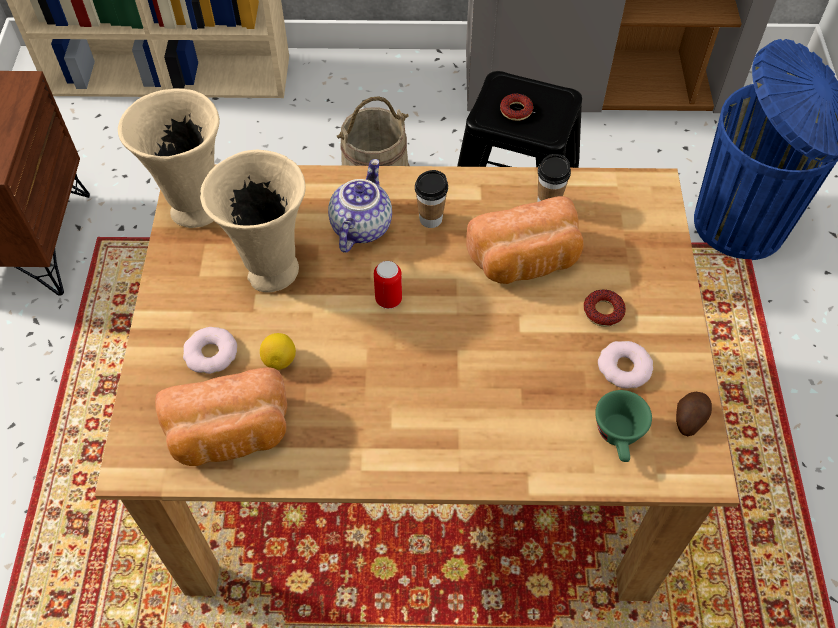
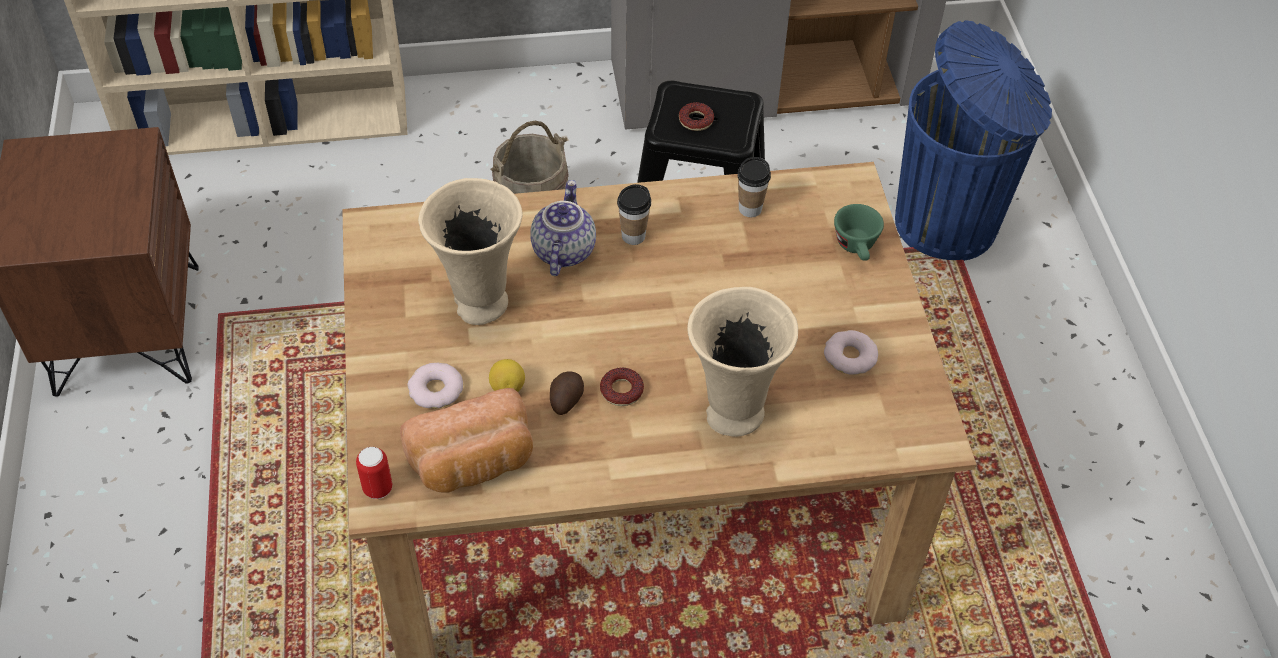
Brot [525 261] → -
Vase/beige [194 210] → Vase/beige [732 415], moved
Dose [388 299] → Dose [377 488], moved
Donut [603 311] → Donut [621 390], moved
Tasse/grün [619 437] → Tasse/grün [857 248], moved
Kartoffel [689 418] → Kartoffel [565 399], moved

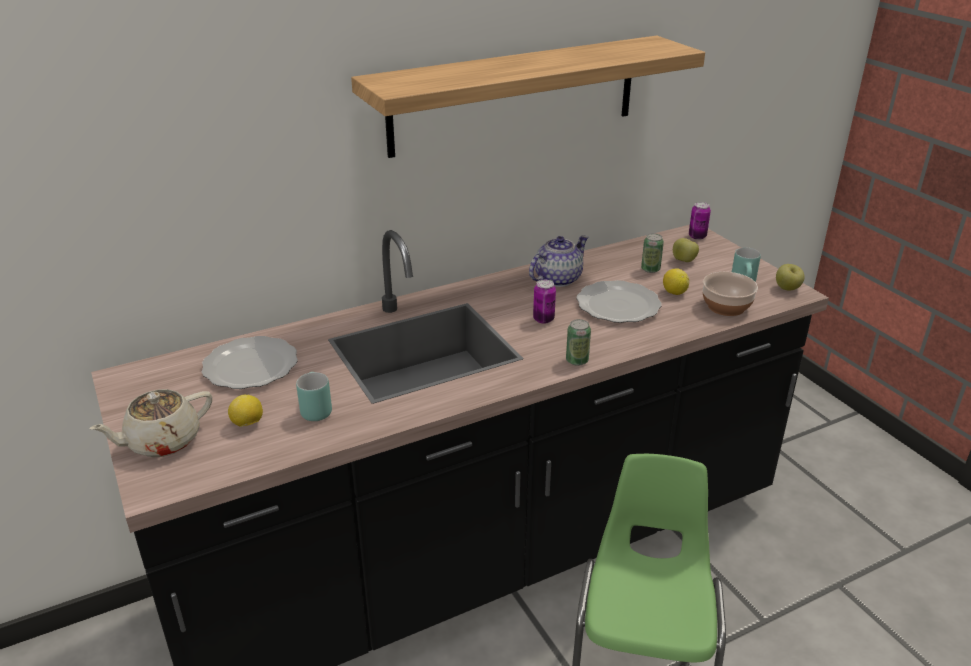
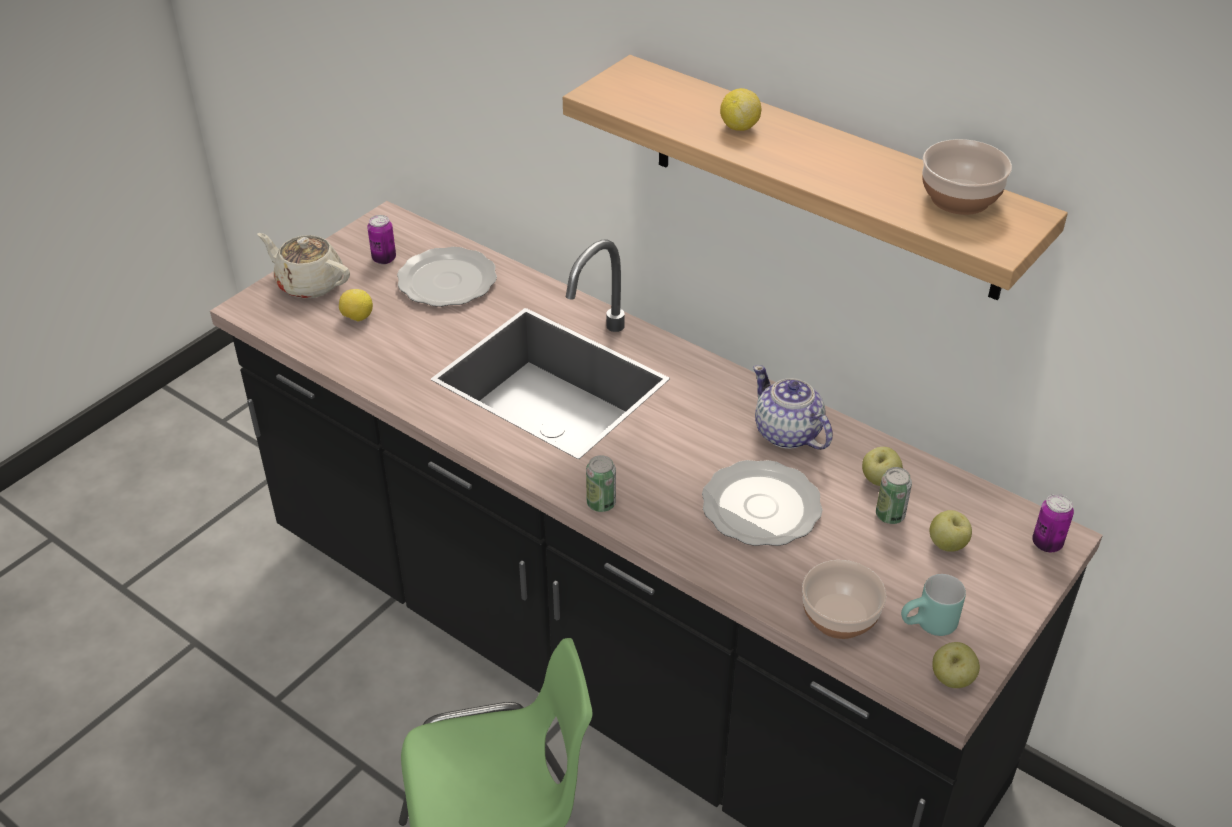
Henkelbecher/türkis [313 409] → -
- → Apfel [879 480]
- → Schüssel [960 197]
Dose [543 319] → Dose [384 259], moved
Zitrone [674 292] → Zitrone [739 127], moved
Teekanne [557 279] → Teekanne [787 434], 150 degrees counterclockwise

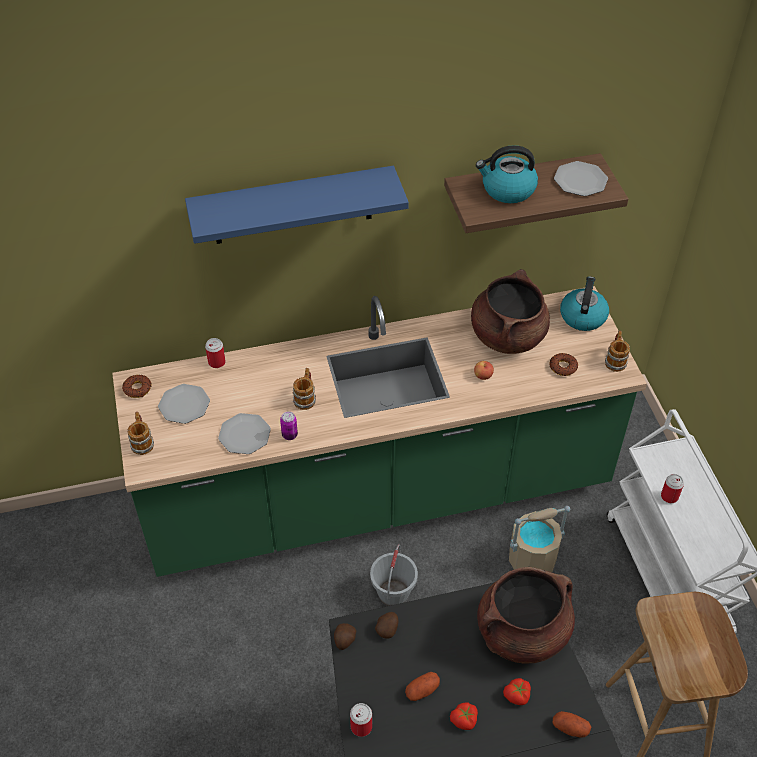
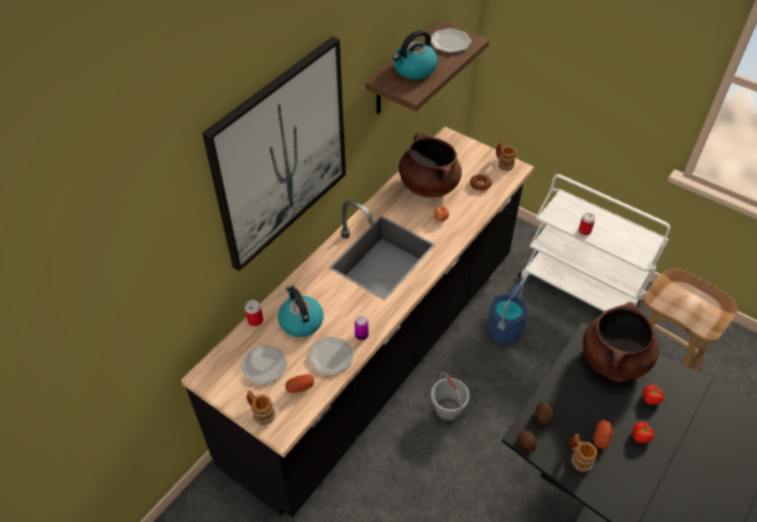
Donut [137 388] → -
Dose [361 726] → -
Henkelbecher [305 397] → Henkelbecher [578 458], moved
Kartoffel [570 728] → Kartoffel [300 387], moved
Wasserkessel [582 316] → Wasserkessel [301 321], moved
Wandregal/blau [292 206] → Bild [281 155]
Küchenzeile/grün [378 495] → Küchenzeile/schwarz [378 356]
Eimer/beige [531 559] → Eimer/blau [504 330]

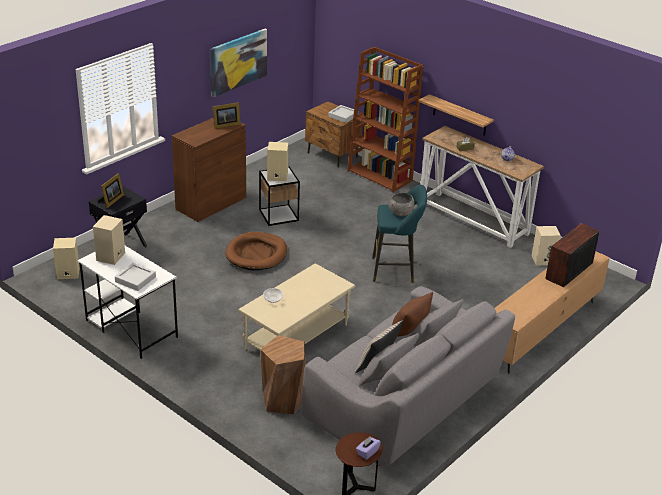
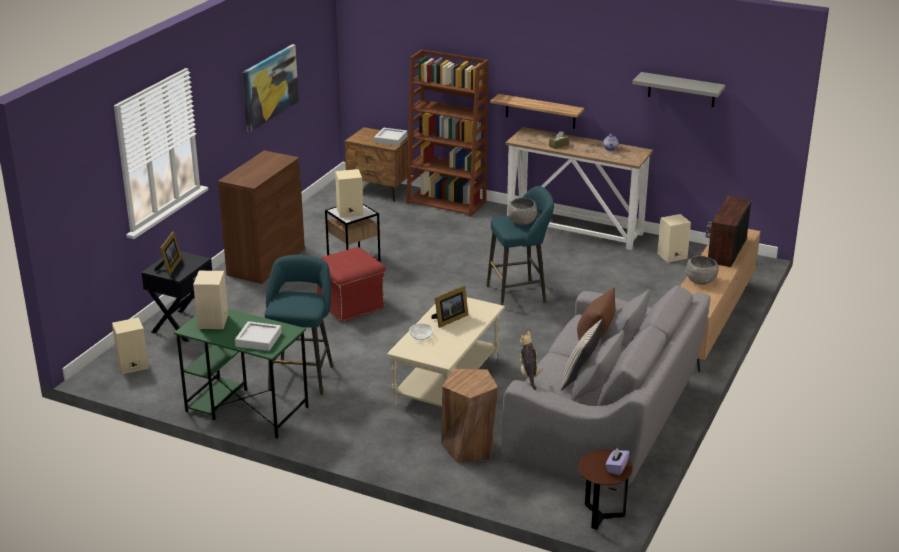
- → Hocker/türkis [302 376]
- → Plüschtier [529 375]
- → Wandregal/grau [681 89]
- → Schüssel/grau [701 281]
Bilderrahmen [225 125] → Bilderrahmen [449 319], moved
Hundebett/braun [256 254] → Polsterhocker/rot [351 305]
Schreibtisch/weiß [131 328] → Schreibtisch/grün [246 409]

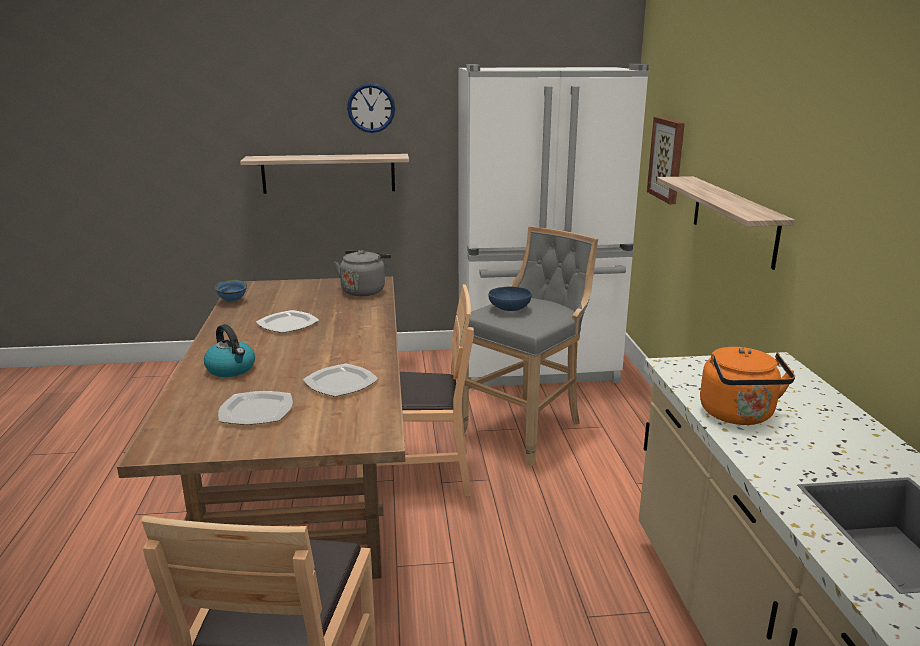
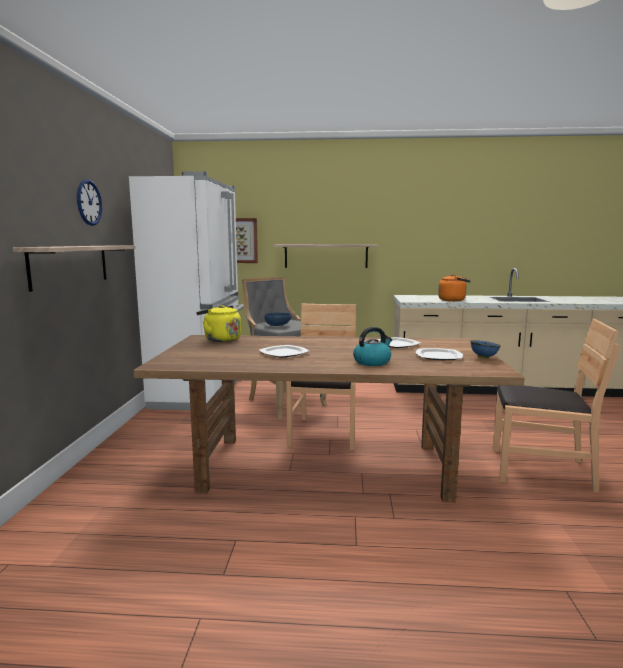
Schüssel/blau [233 301] → Schüssel/blau [483 358], moved
Wasserkessel/grau [364 290] → Wasserkessel/gelb [220 339]

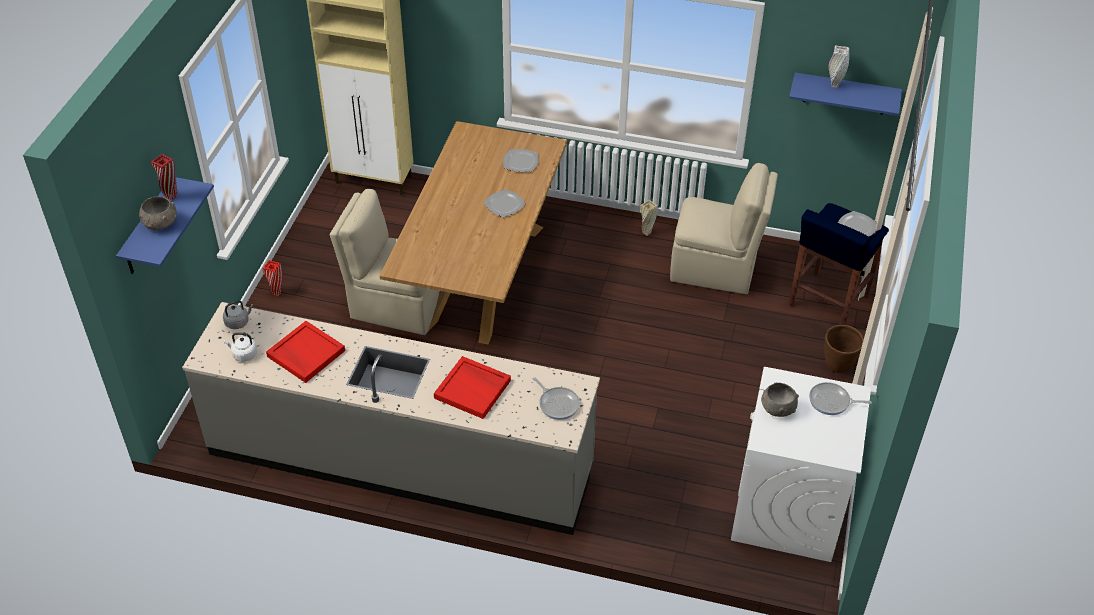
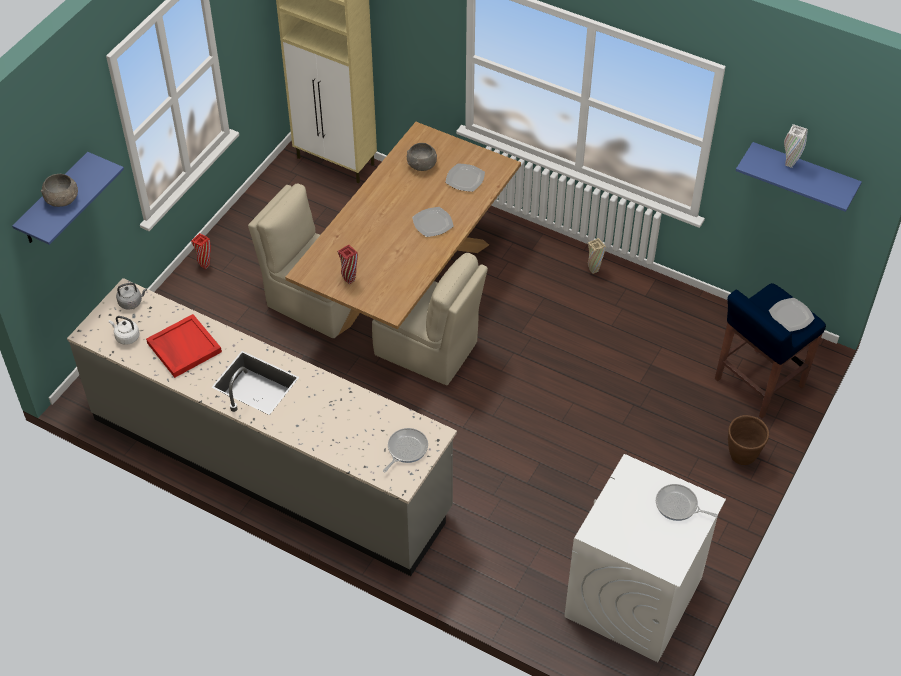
Tablett/rot [473 389] → -
Vase/rot [171 197] → Vase/rot [349 280], moved
Stuhl/beige [715 268] → Stuhl/beige [428 350], moved
Schüssel/grau [777 408] → Schüssel/grau [421 165], moved
Pfanne [557 404] → Pfanne [406 449], 120 degrees counterclockwise

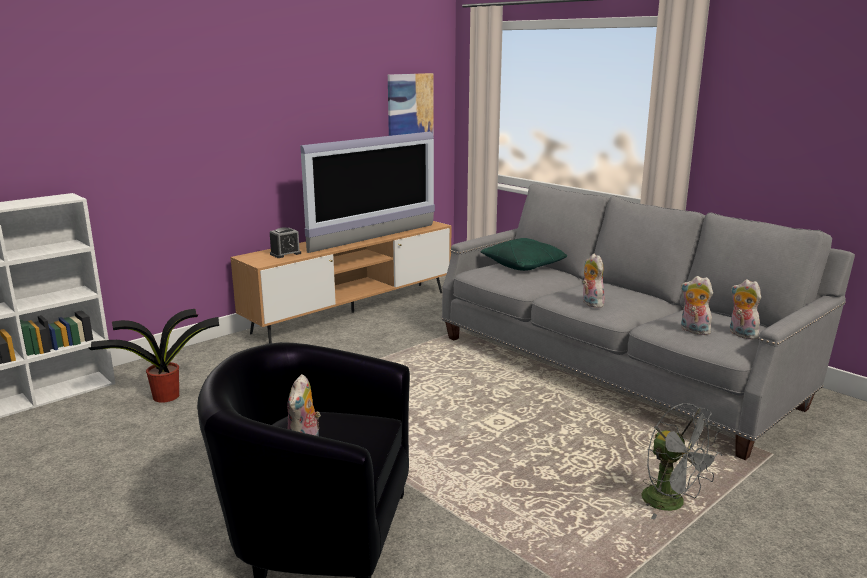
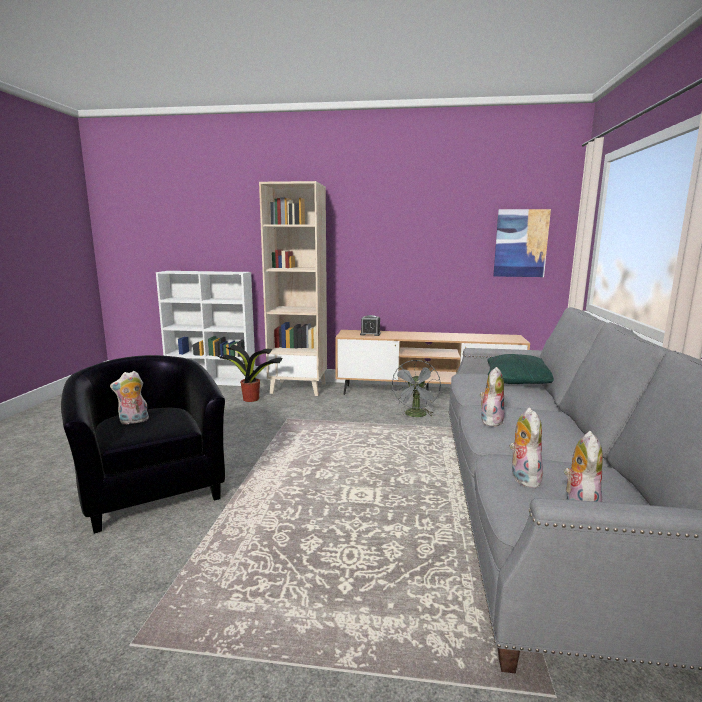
Fernseher [375 238] → -
- → Bücherregal/beige [299 388]
Ventilator/grau [672 503] → Ventilator/grau [416 415], moved

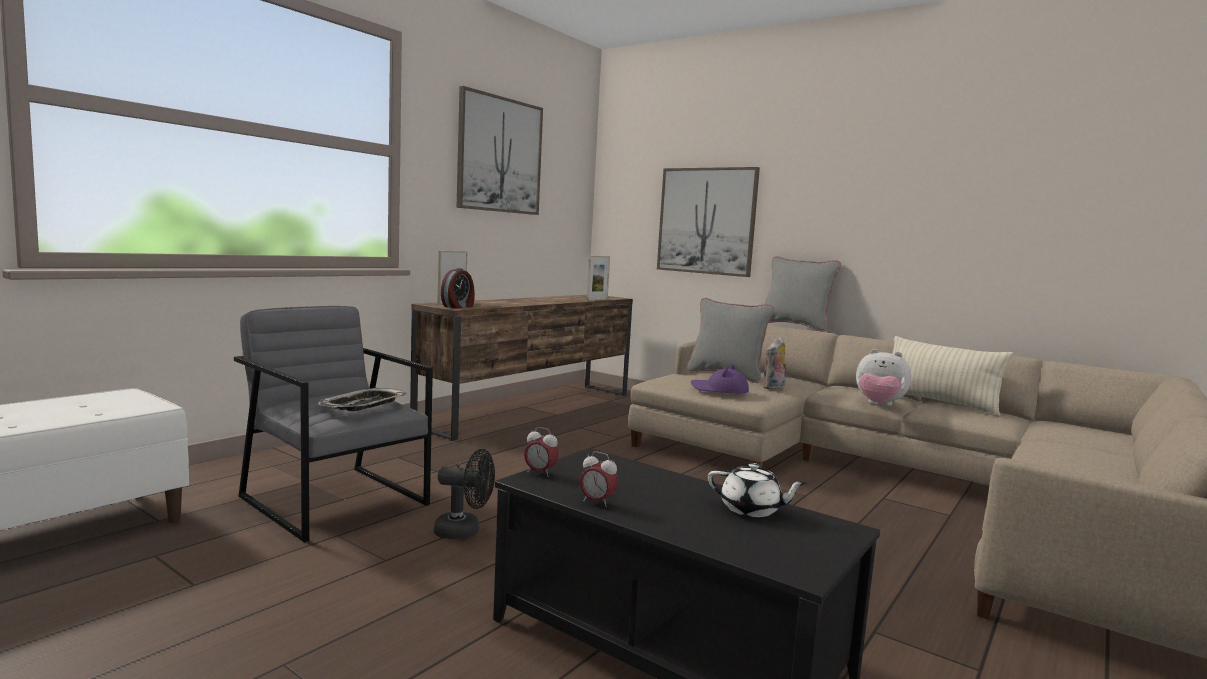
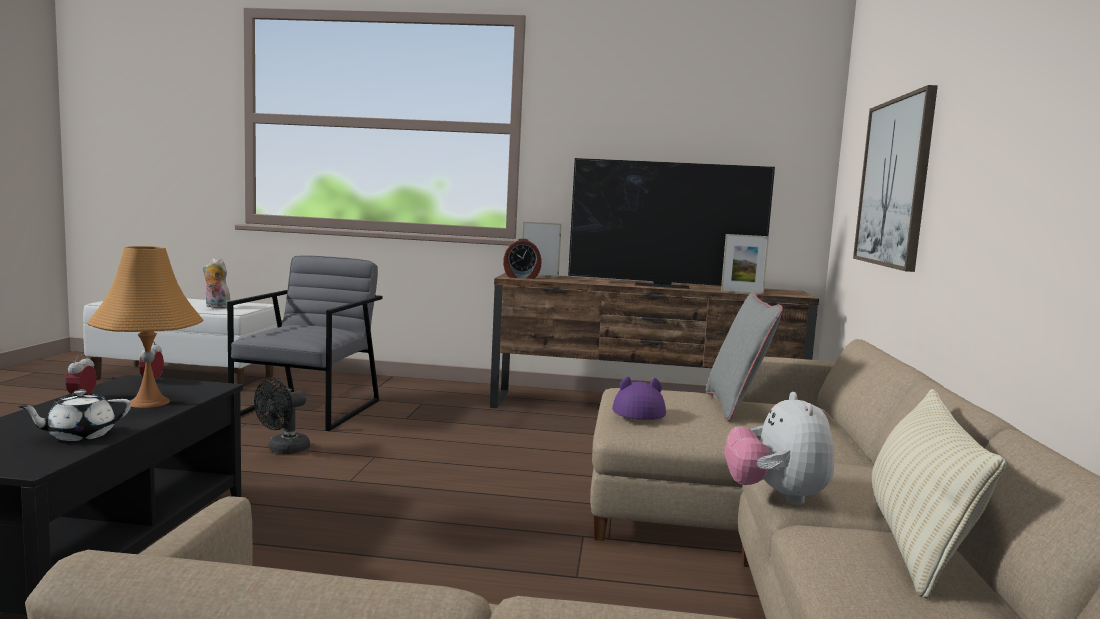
Tablett [364 405] → -
Bild [500 155] → -
Kissen/grau [795 326] → -
- → Tischlampe/orange [149 402]
- → Fernseher [663 285]
Plüschtier [774 388] → Plüschtier [216 307], moved
Ventilator/schwarz [464 532] → Ventilator/schwarz [283 450], 60 degrees clockwise
Teekanne/weiß [751 510] → Teekanne/weiß [79 435], 60 degrees clockwise

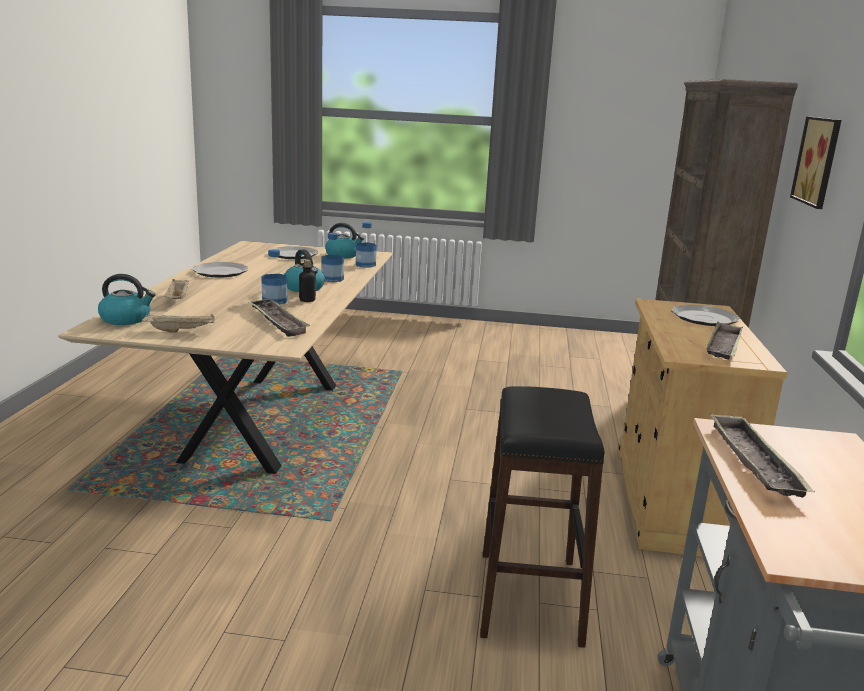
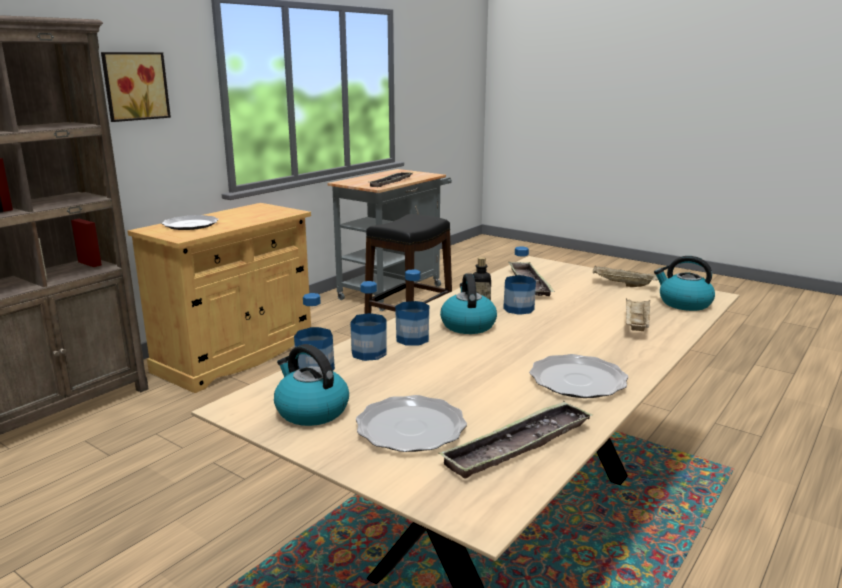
- → Flasche [369 353]
Tablett [723 346] → Tablett [518 446], moved

